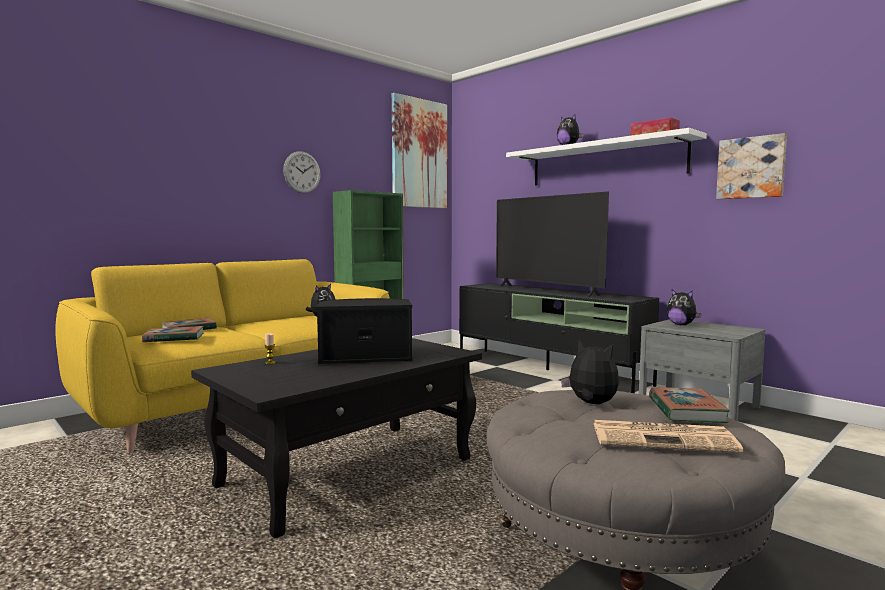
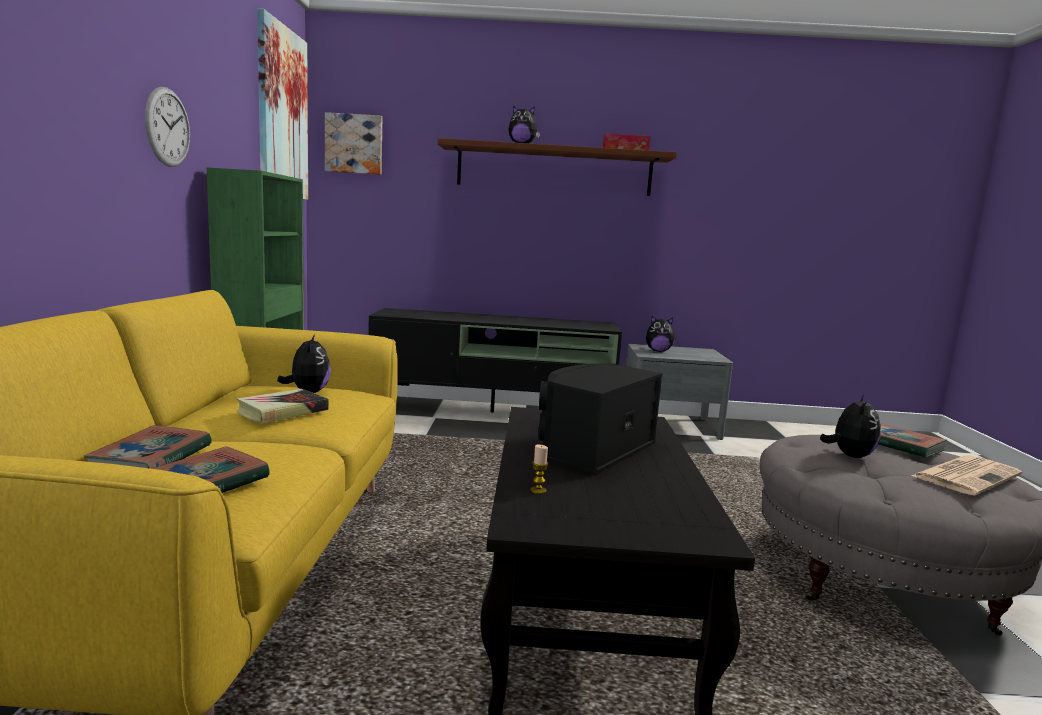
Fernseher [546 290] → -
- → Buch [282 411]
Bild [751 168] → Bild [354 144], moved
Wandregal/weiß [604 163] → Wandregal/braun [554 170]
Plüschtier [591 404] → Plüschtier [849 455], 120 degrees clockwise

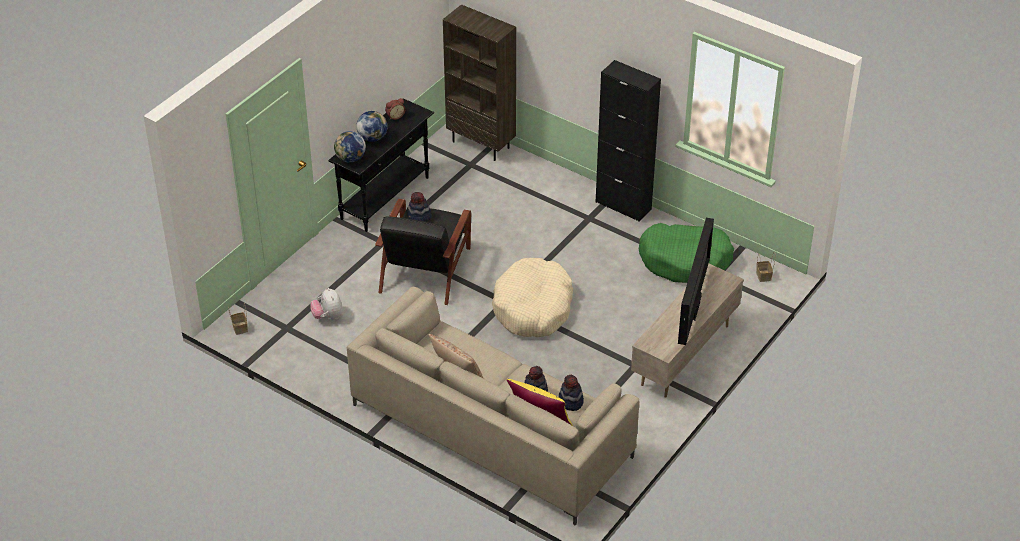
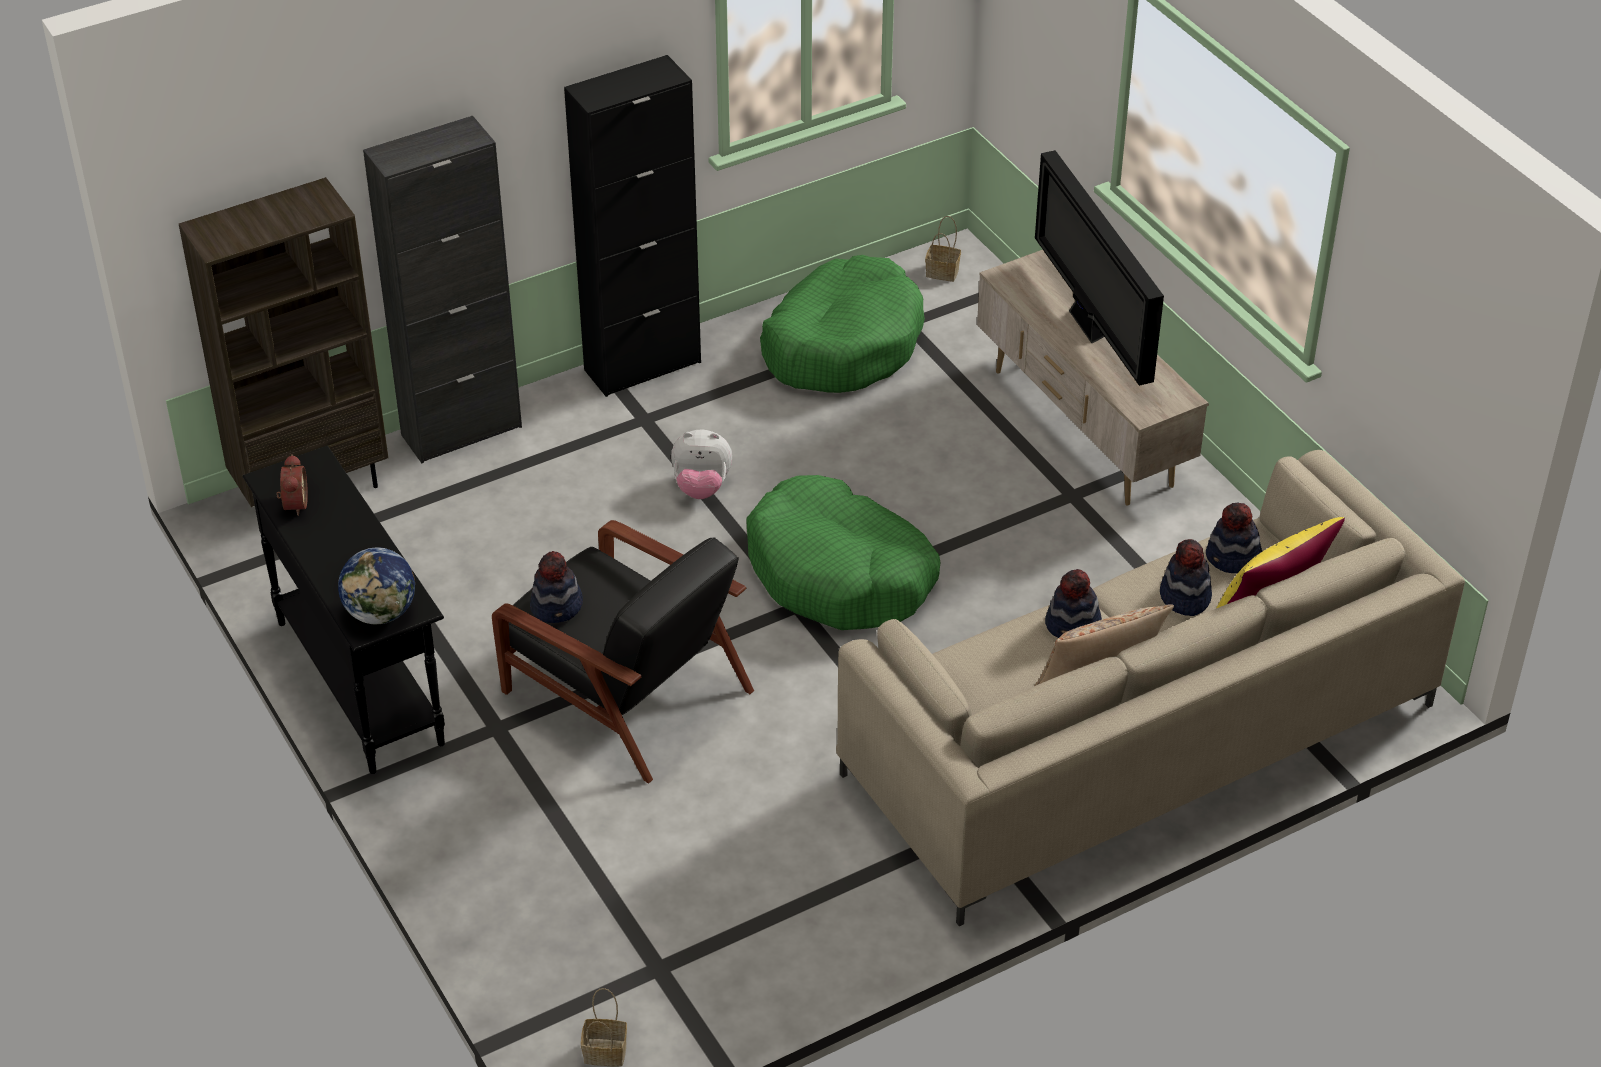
Globus [372 138] → -
- → Schrank/schwarz [461 431]
- → Hut [1073 625]
Plüschtier [328 316] → Plüschtier [701 487], moved
Hundebett/beige [533 308] → Hundebett/grün [840 574]
Fernseher [694 309] → Fernseher [1088 327], 150 degrees counterclockwise

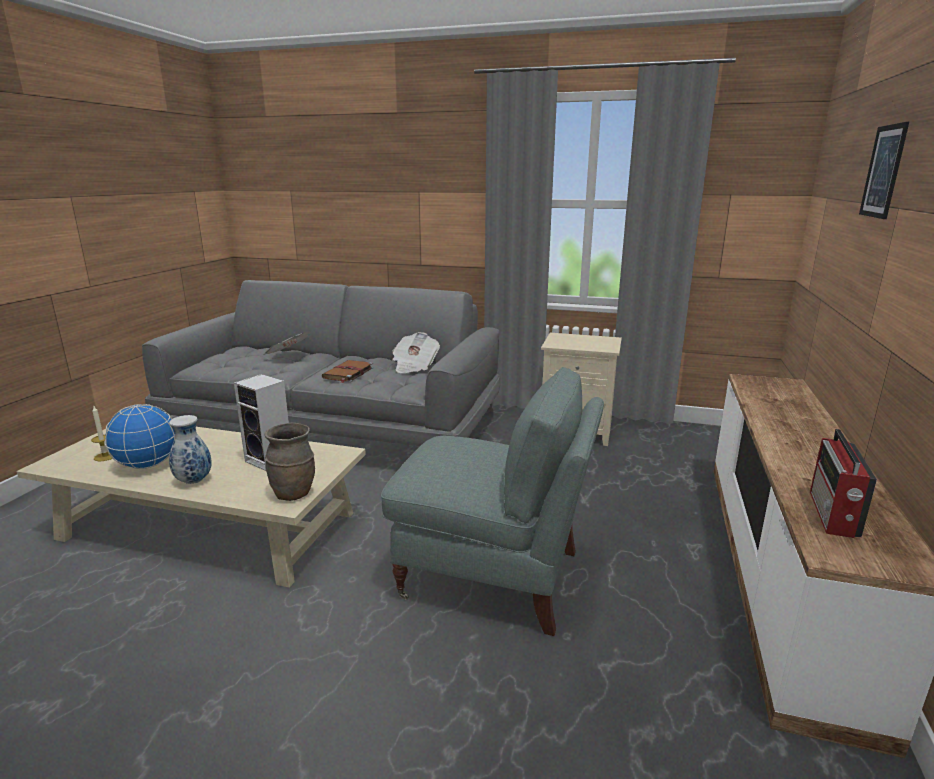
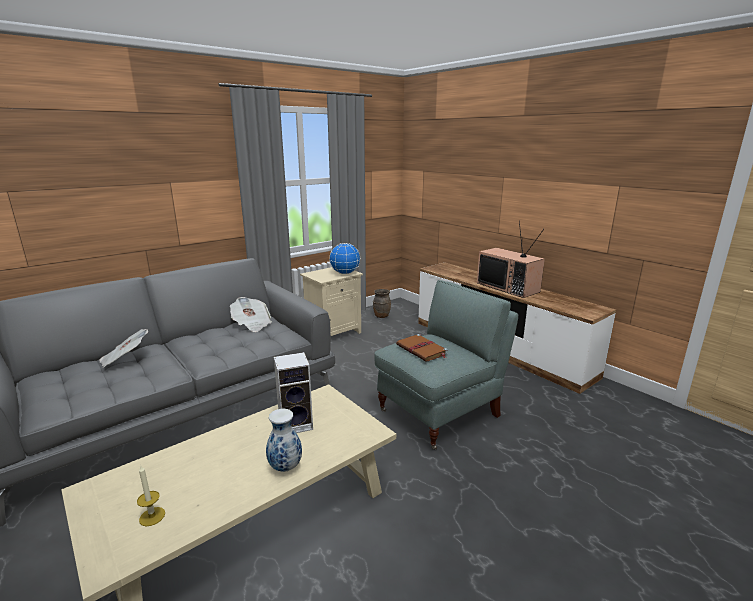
Radio [833 515] → -
Bild [883 171] → -
- → Fernseher [509 287]
Globus [147 465] → Globus [345 273], moved
Vase/braun [294 494] → Vase/braun [381 316], moved
Buch/braun [348 373] → Buch/braun [422 350], moved

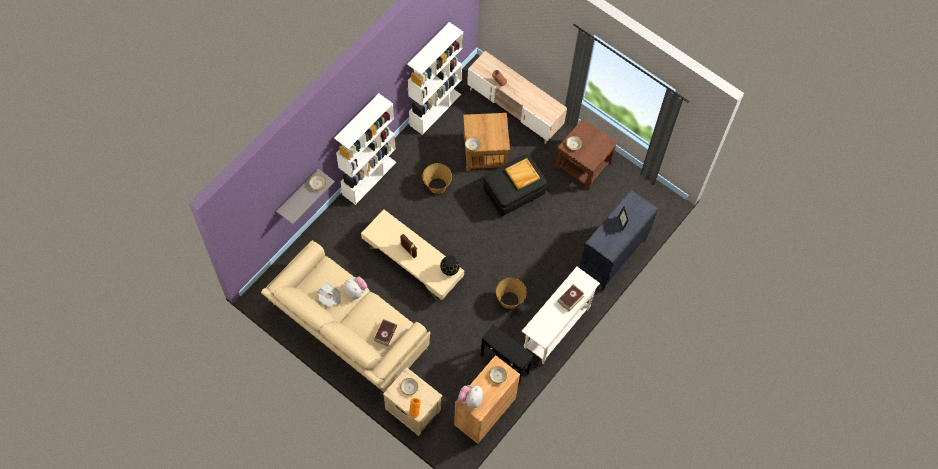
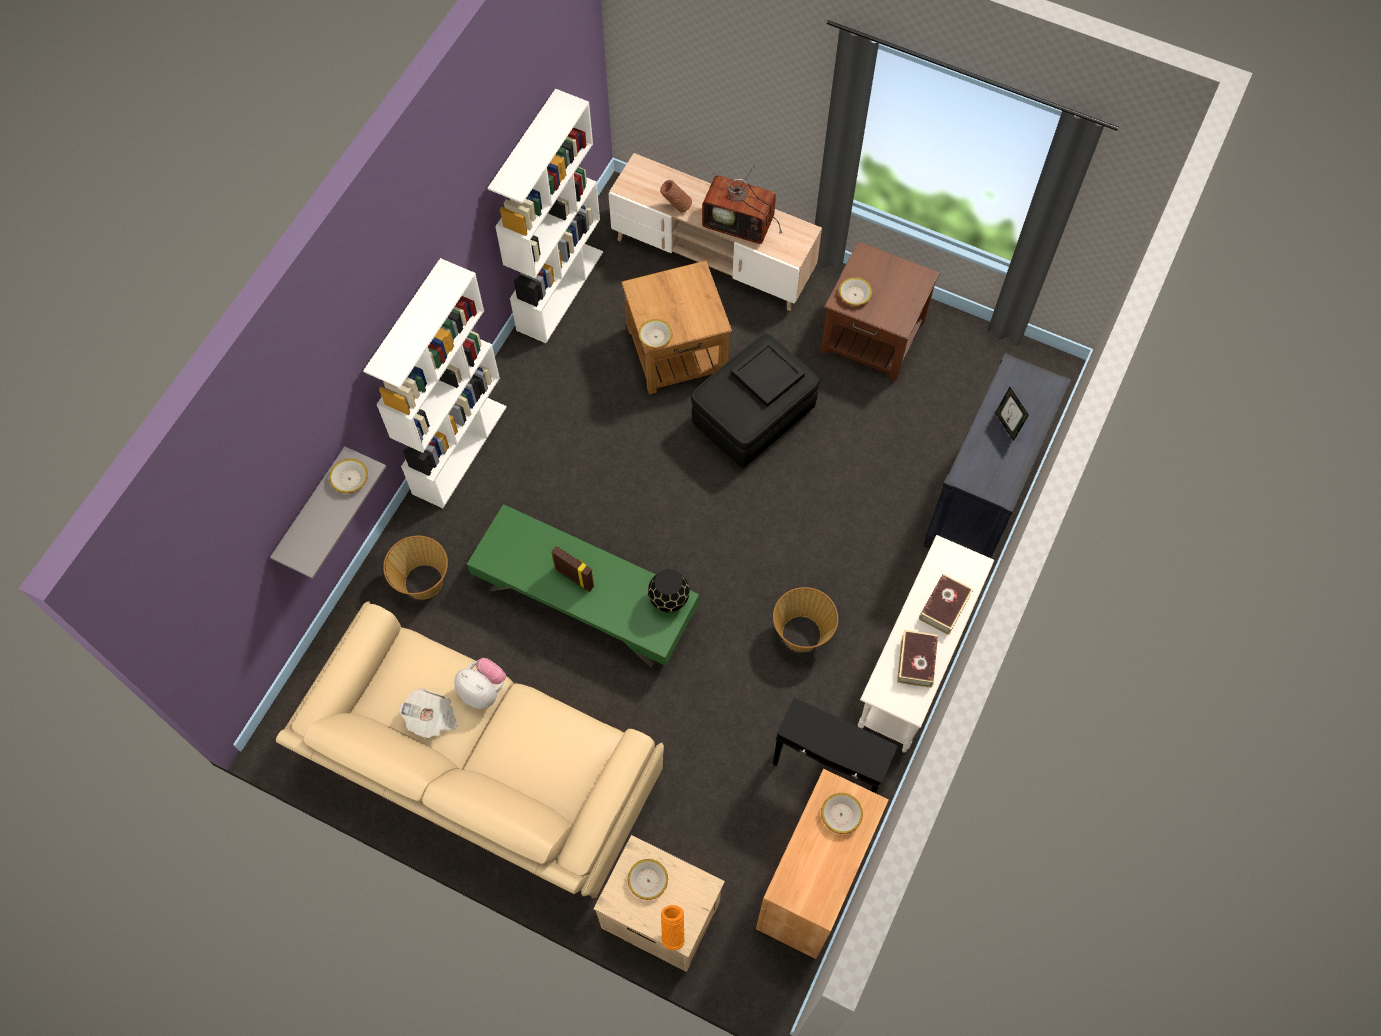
Plüschtier [470 399] → -
- → Fernseher [741 223]
Buch [385 333] → Buch [916 661], moved
Korb [437 186] → Korb [423 582], moved
Couchtisch/beige [412 261] → Couchtisch/grün [584 599]
Tablett/beige [522 175] → Tablett/schwarz [767 376]

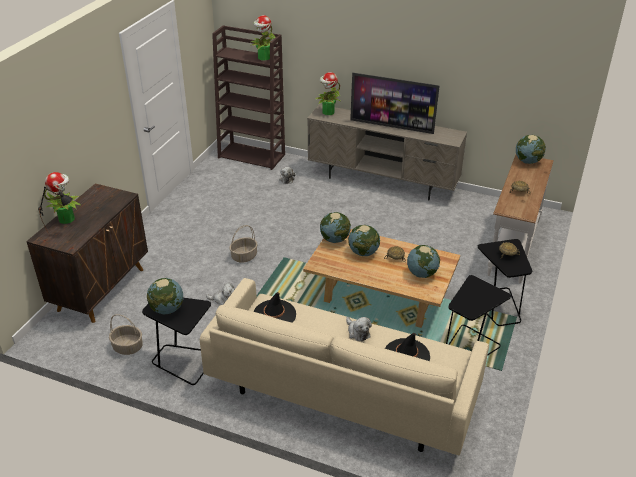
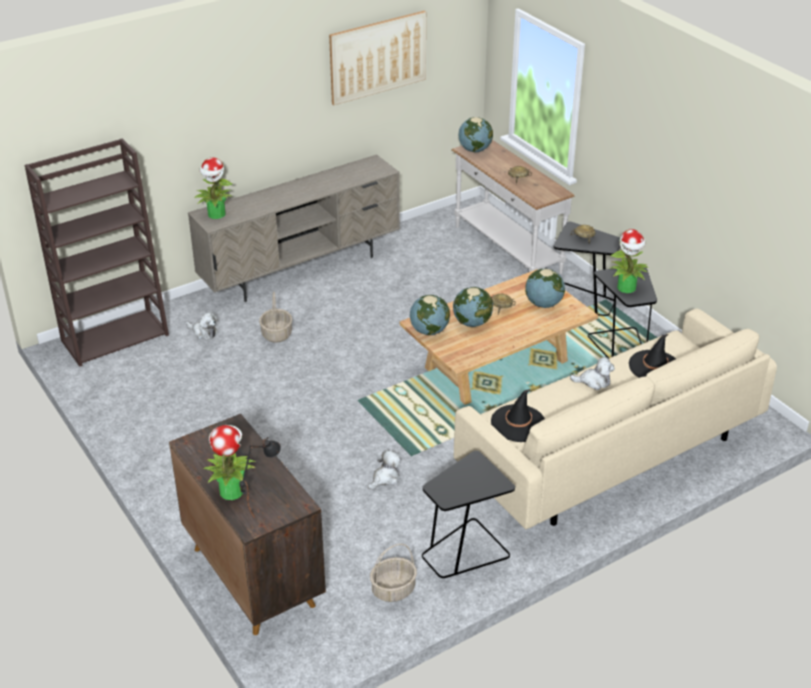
Globus [167 309] → -
Fernseher [392 126] → -
- → Bild [378 57]
Korb [244 256] → Korb [276 334], moved
Topfpflanze [263 58] → Topfpflanze [627 288], moved

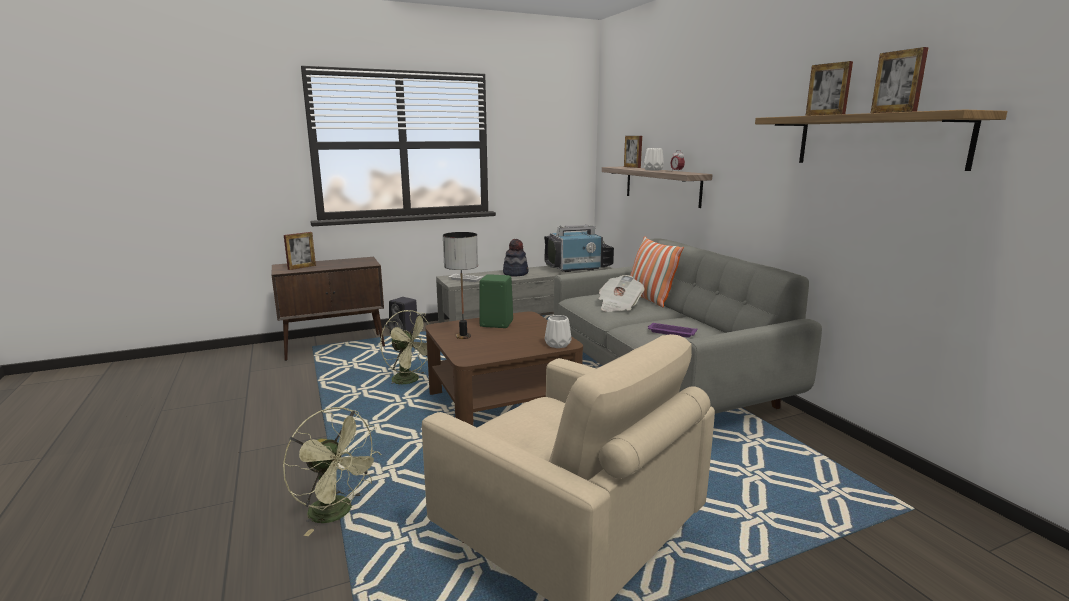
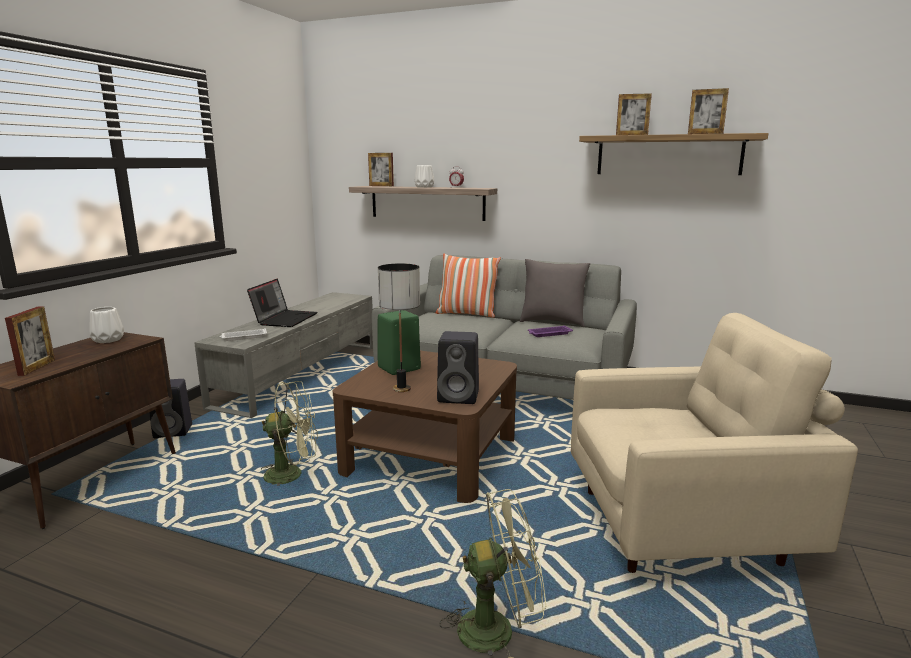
Fernseher [578 268] → -
Zeitung [618 306] → -
- → Lautsprecher/schwarz [460 397]
- → Kissen/grau [552 322]
Vase/weiß [557 344] → Vase/weiß [107 340], moved
Hut [515 273] → Laptop [285 319]

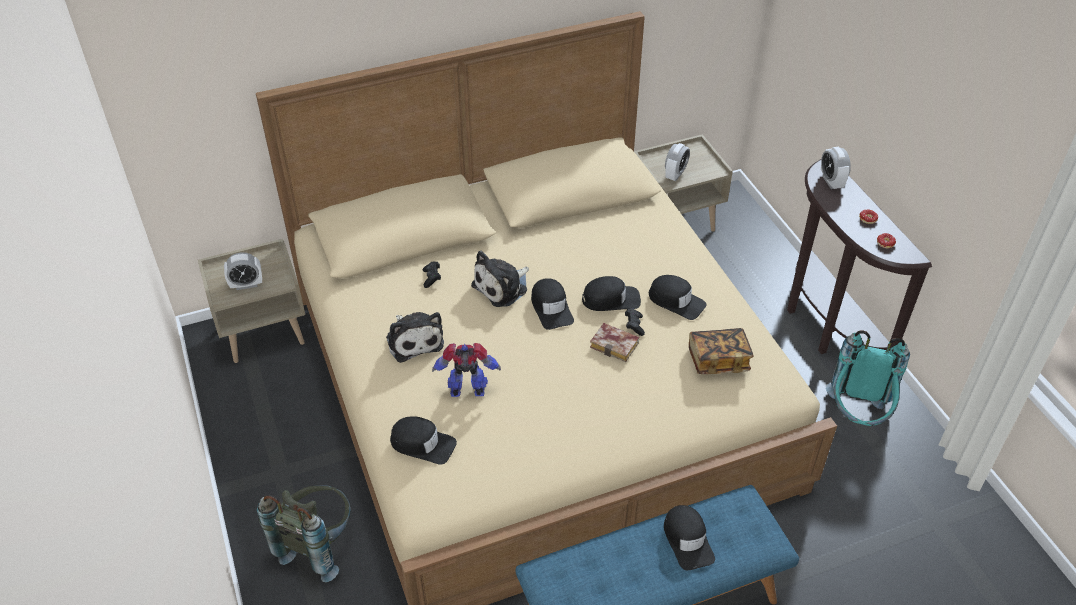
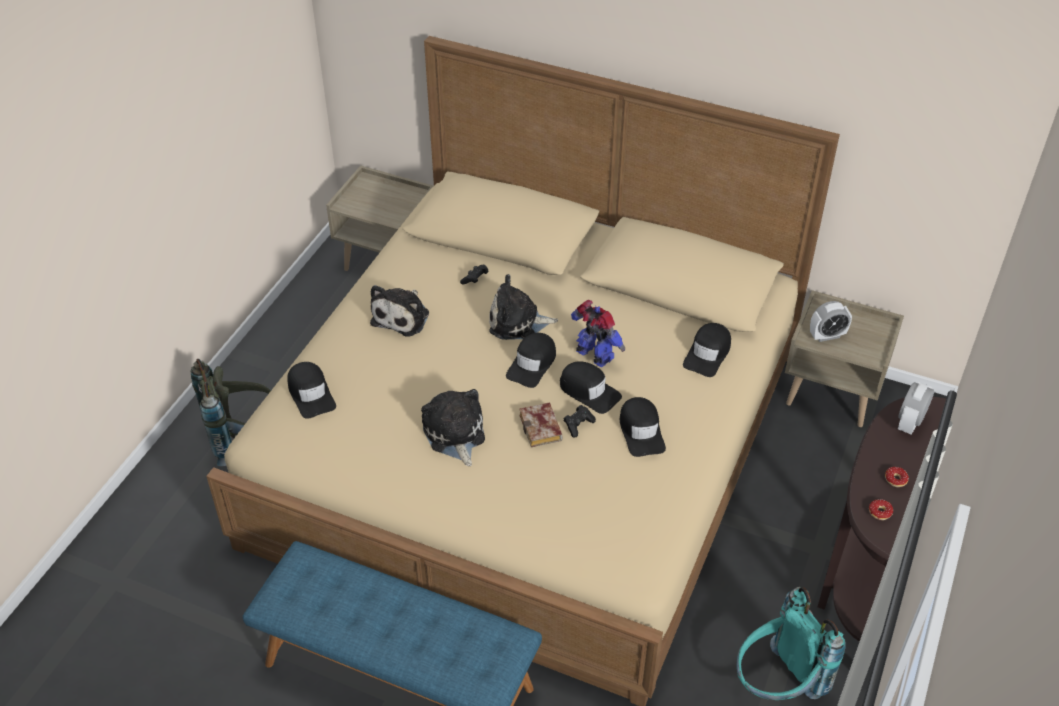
Wecker [246 285] → -
Buch [718 360] → -
- → Plüschtier [454 435]
Spielzeugroboter [468 390] → Spielzeugroboter [594 356], moved
Kappe/schwarz [687 540] → Kappe/schwarz [708 354], moved

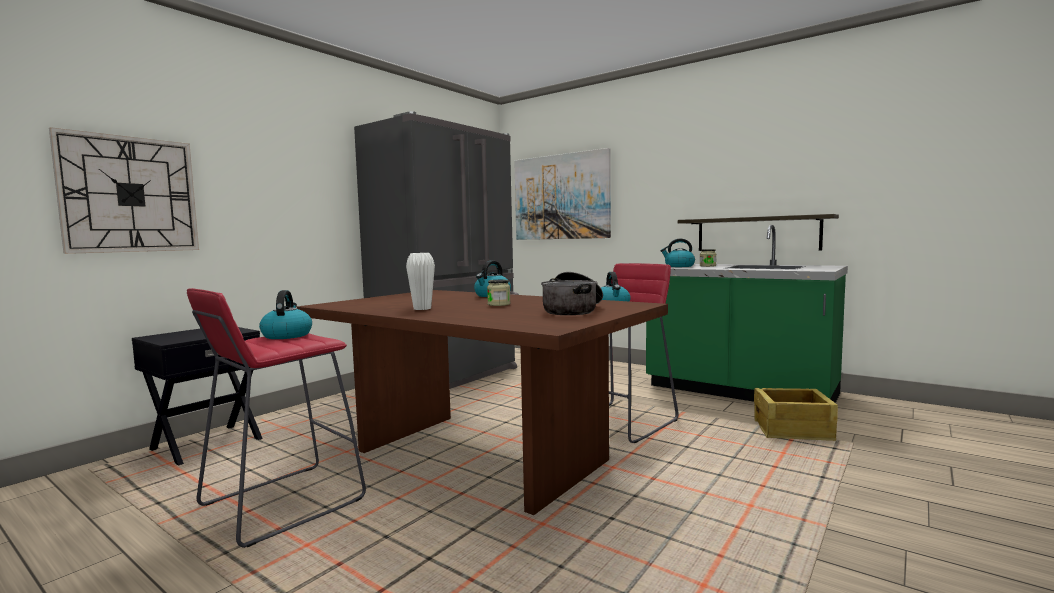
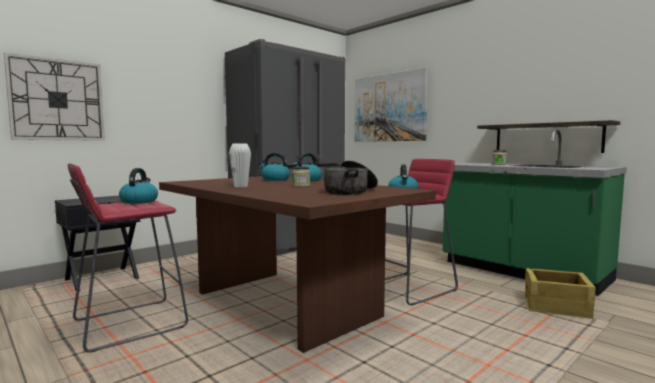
Wasserkessel [679 266] → Wasserkessel [275 180], moved

